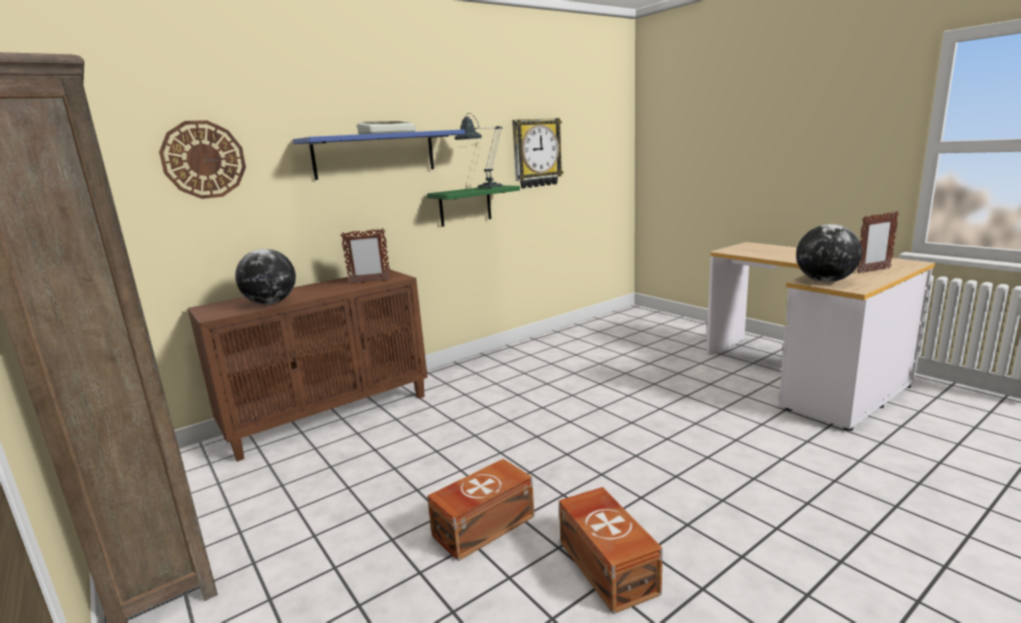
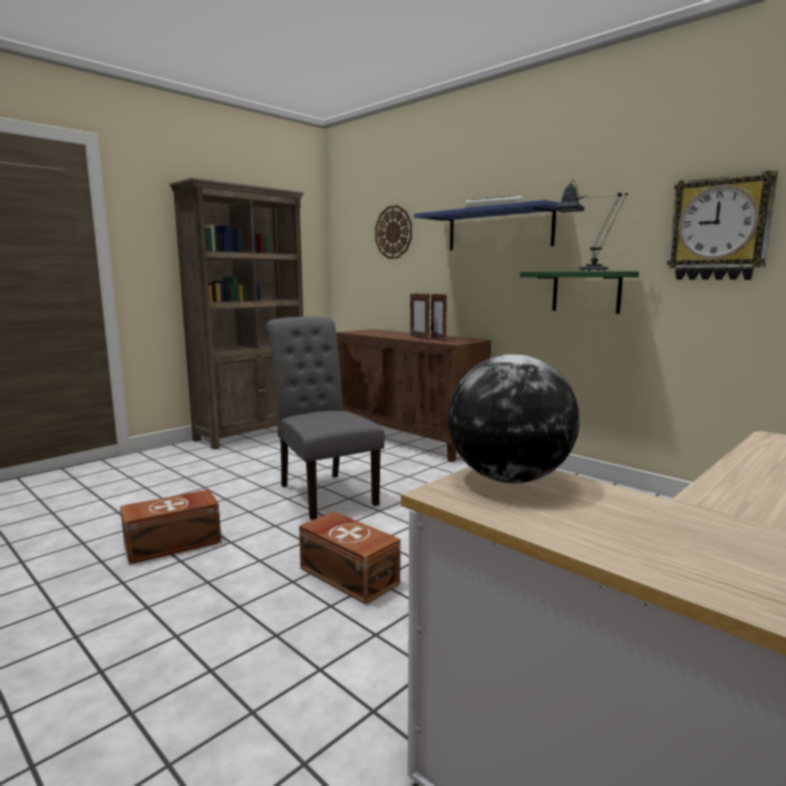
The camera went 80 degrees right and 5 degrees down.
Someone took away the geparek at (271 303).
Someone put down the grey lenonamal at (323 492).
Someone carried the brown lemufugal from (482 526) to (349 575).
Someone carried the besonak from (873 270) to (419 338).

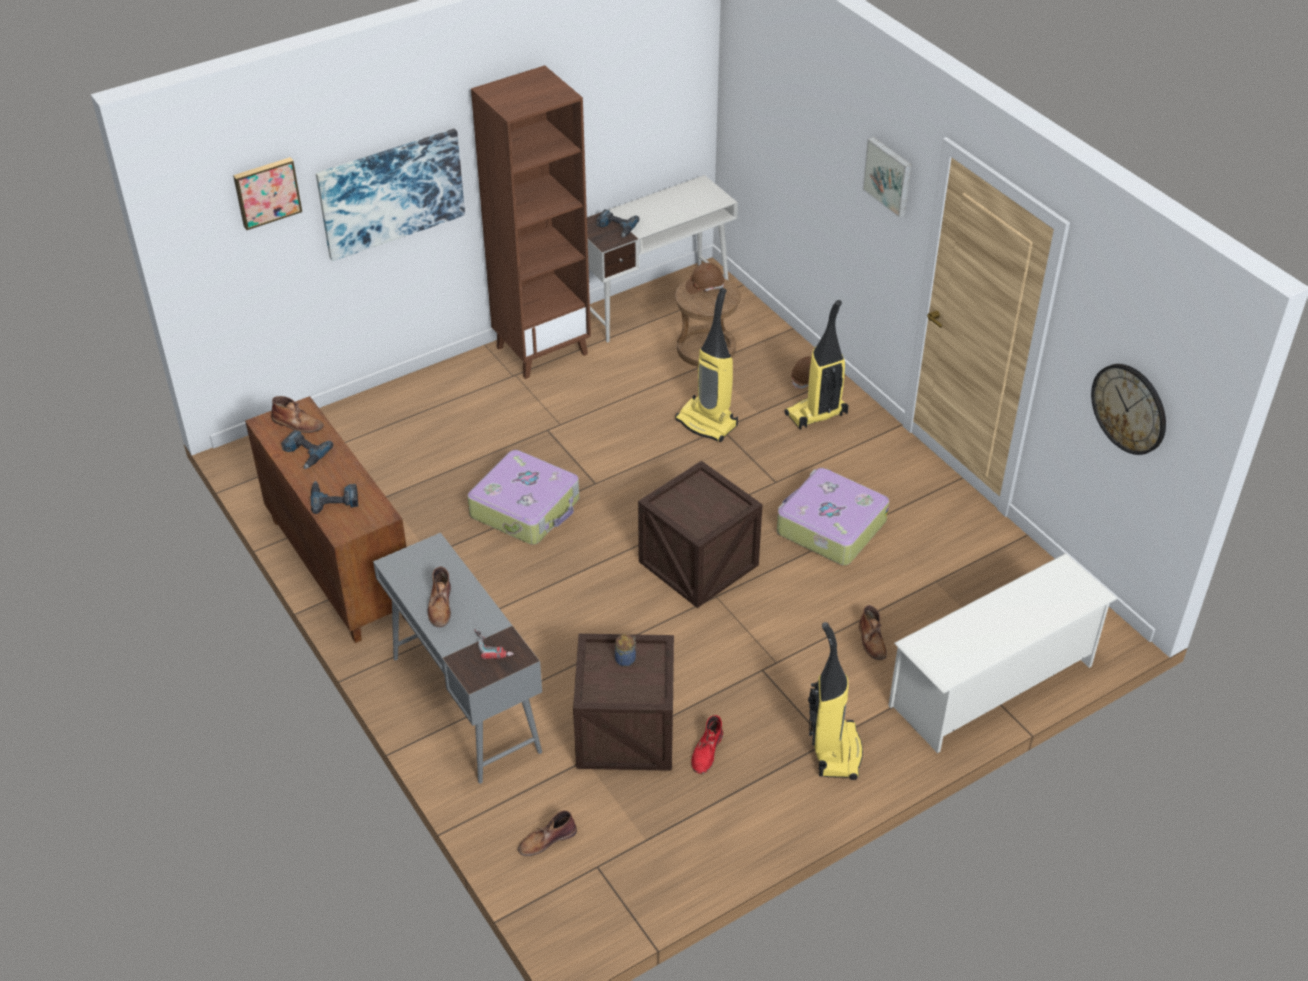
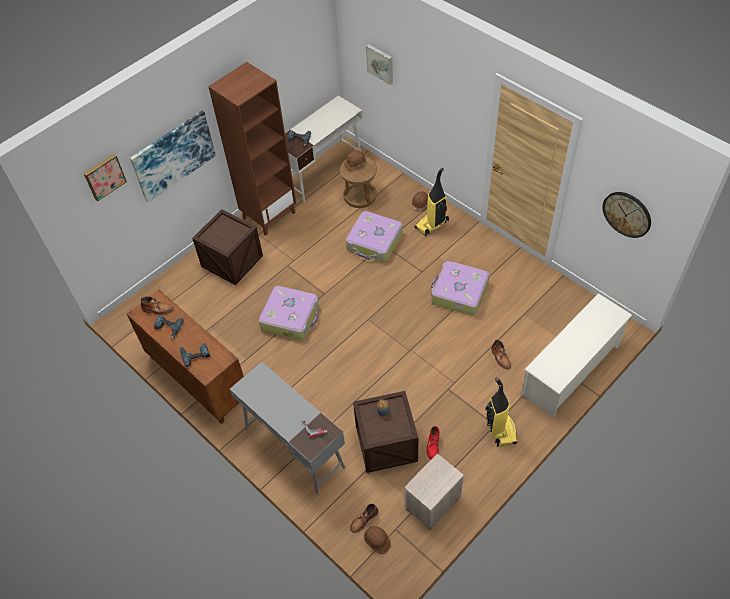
The camera went 10 degrees left and 10 degrees up.
Someone took away the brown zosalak at (440 606).
Someone put down the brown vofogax at (377 541).
Someone put down the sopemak at (432 502).
Someone carried the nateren from (698 563) to (232 261).
Someone carried the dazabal from (889 176) to (380 63).
Someone swapped the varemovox at (707 423) for the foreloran at (374 242).

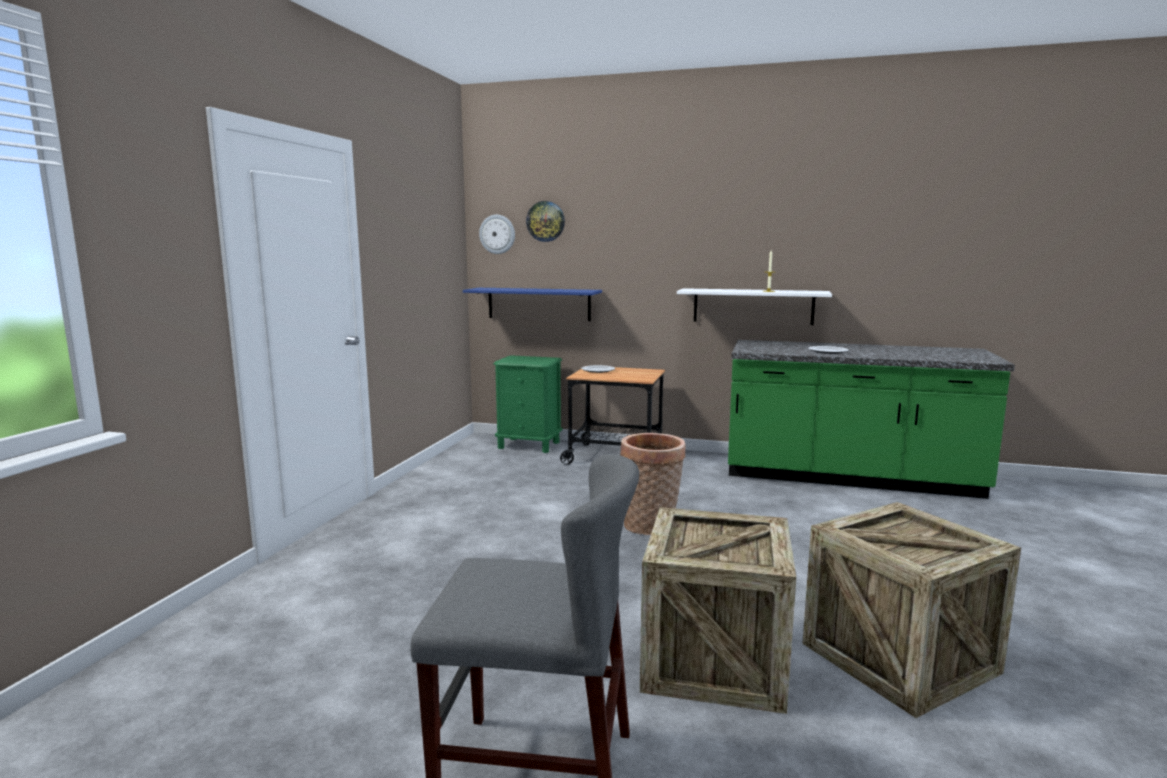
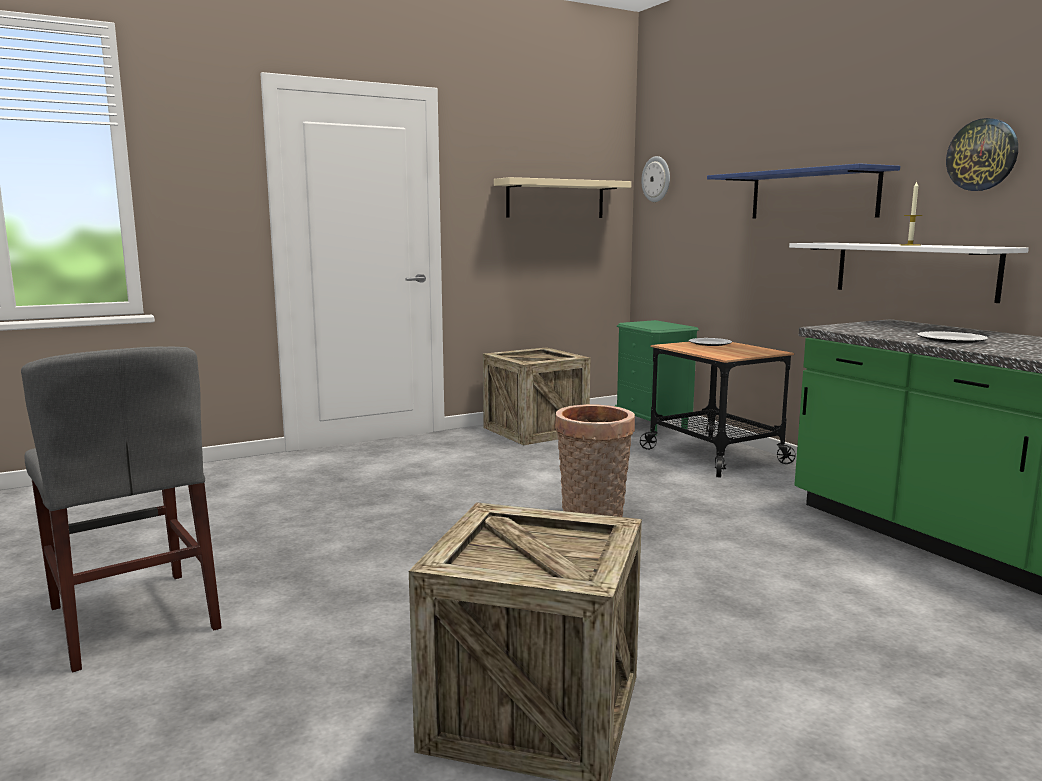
The camera went 45 degrees right and 0 degrees up.
Someone put up the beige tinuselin at (555 199).
Someone carried the blue tinuselin from (539 304) to (812 195).
Someone carried the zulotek from (545 221) to (982 155).
Someone carried the nateren from (714 660) to (535 430).

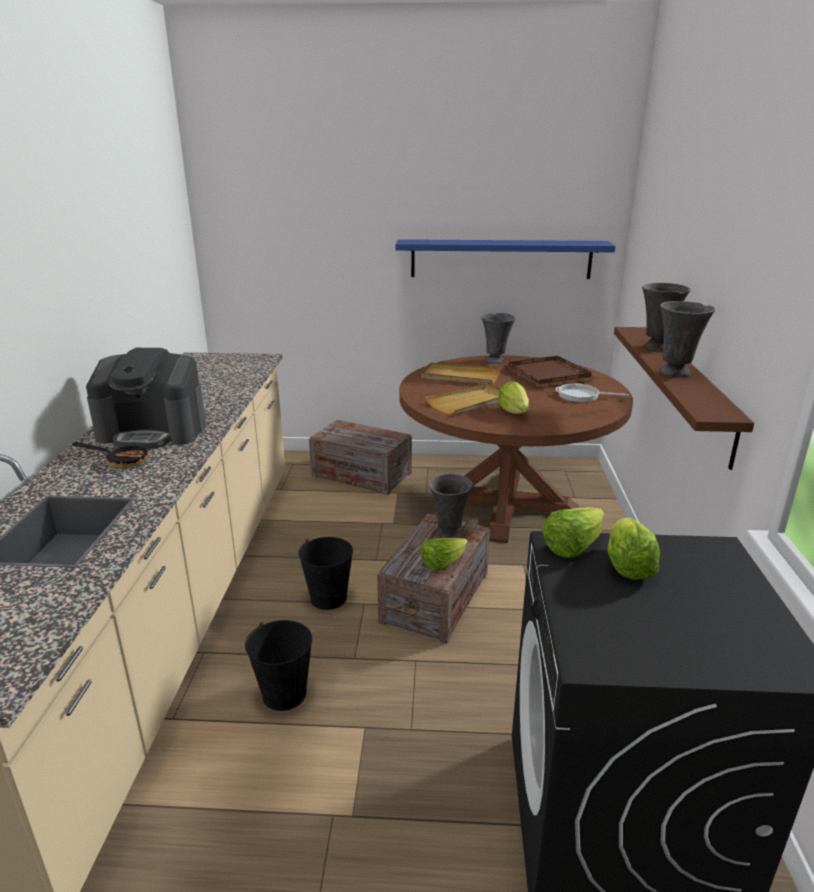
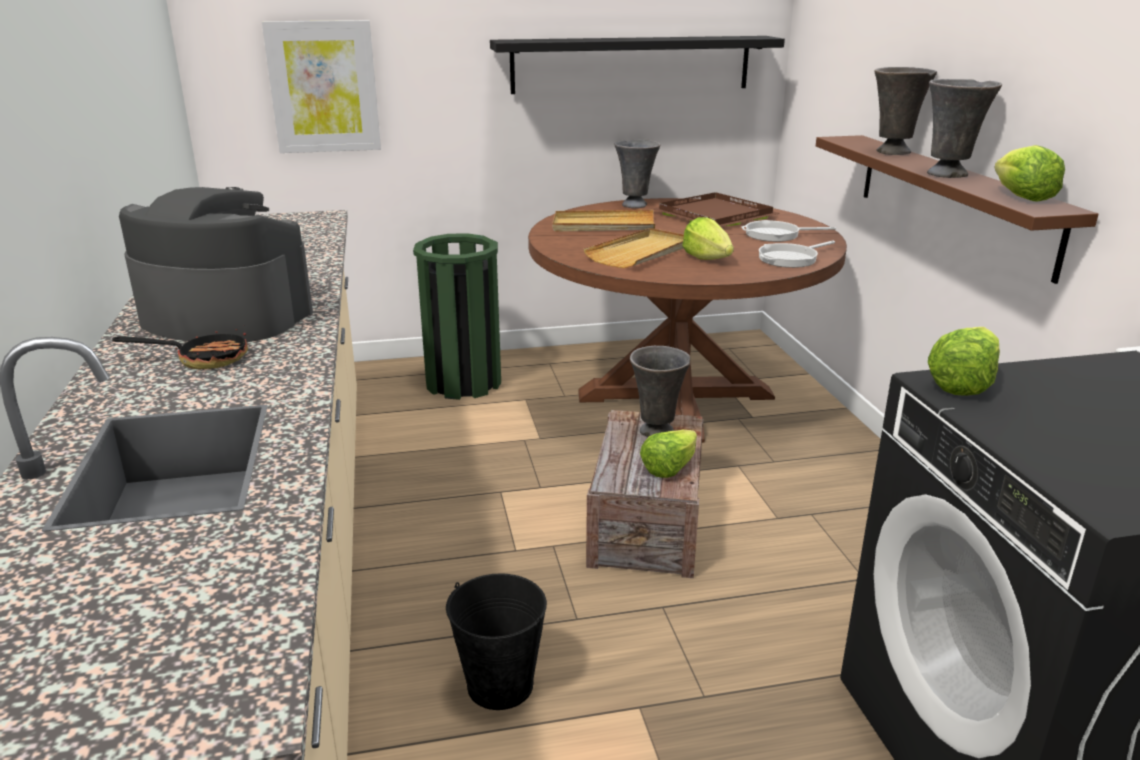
The camera went 15 degrees left and 0 degrees up.
Someone took away the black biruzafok at (328 597).
Someone put up the dazabal at (324 87).
Someone put down the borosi at (790 259).
Someone carried the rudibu from (627 566) to (1021 197).
Someone swapped the nateren at (362 475) for the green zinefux at (463 383).
Someone repainted the blue tinuselin at (501 259), which became the black tinuselin at (631 64).
Someone rotated the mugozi at (154 431) by 150 degrees counterclockwise.

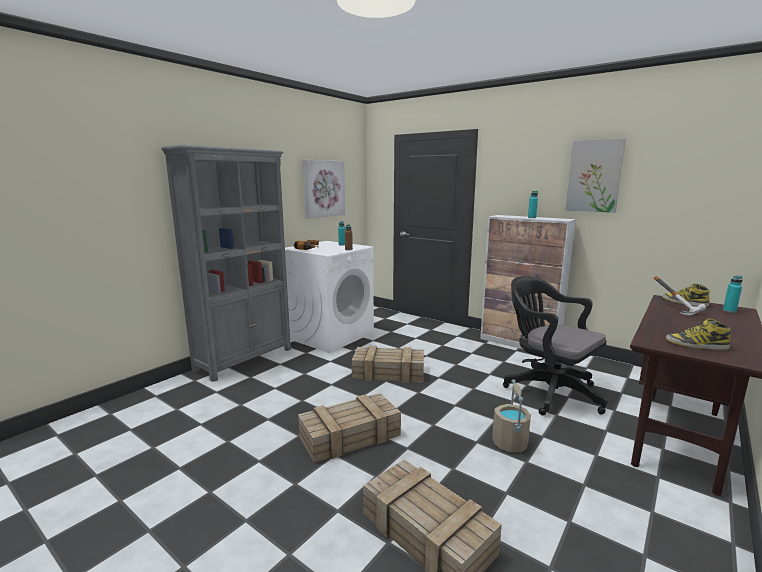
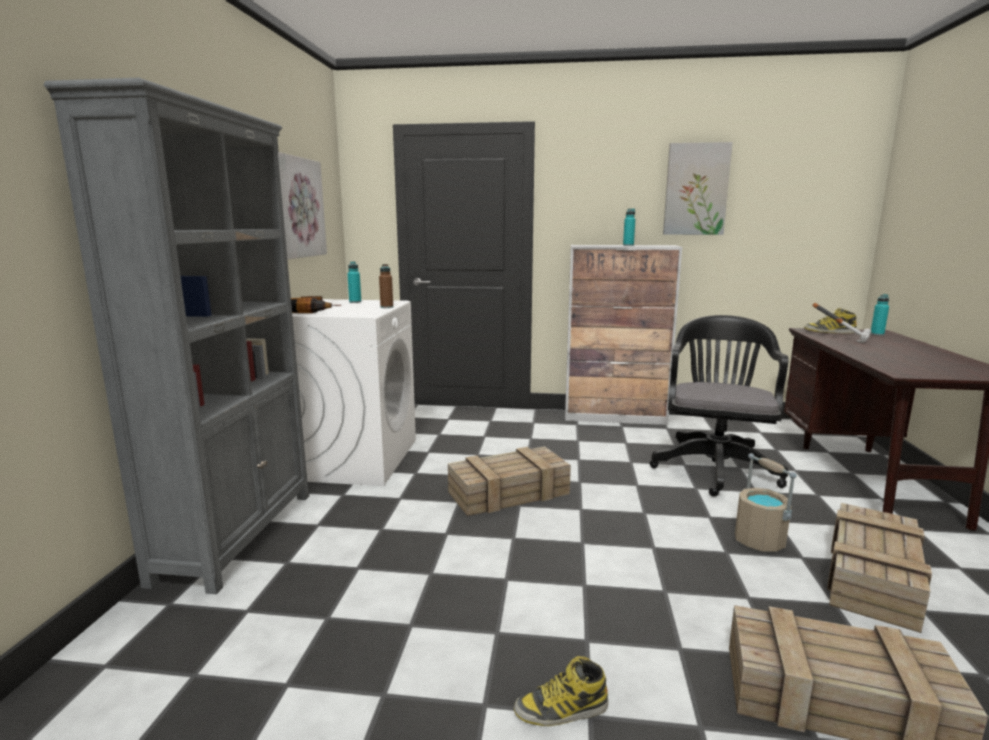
The camera went 30 degrees left and 0 degrees up.
Someone carried the nateren from (351 435) to (871 576).
Someone carried the zosalak from (696 345) to (561 710).
Someone rotated the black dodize at (548 391) by 90 degrees clockwise.

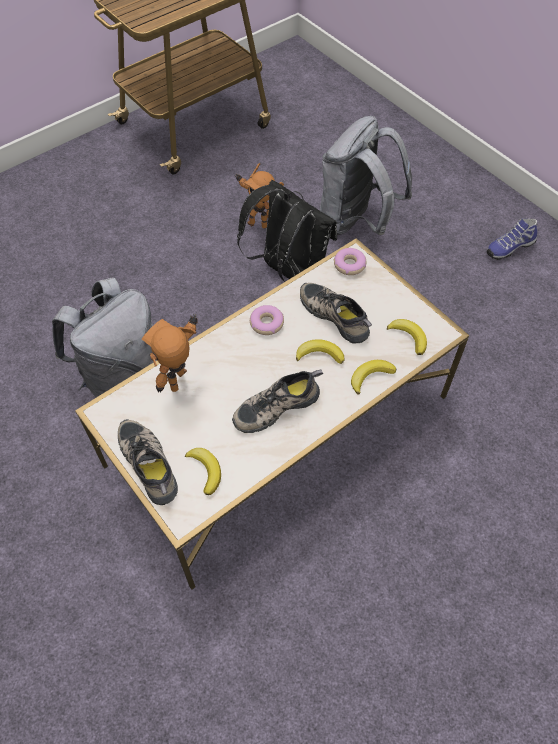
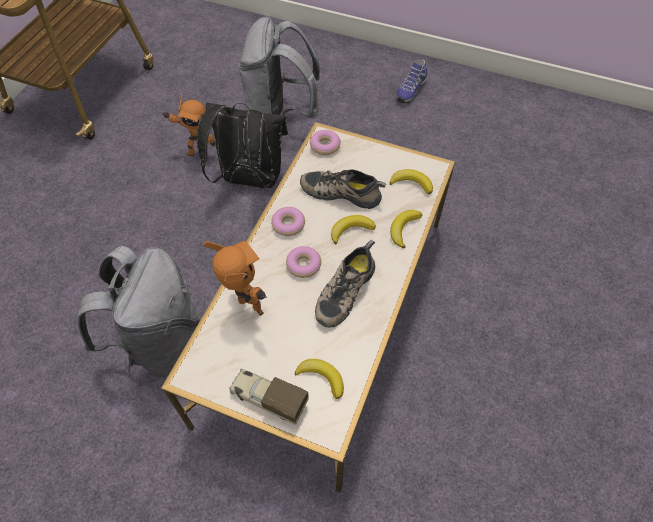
The camera went 30 degrees left and 0 degrees up.
Someone put down the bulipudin at (303 265).
Someone swapped the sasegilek at (150 464) for the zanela at (268 398).
Someone rotated the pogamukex at (183 382) by 135 degrees clockwise.

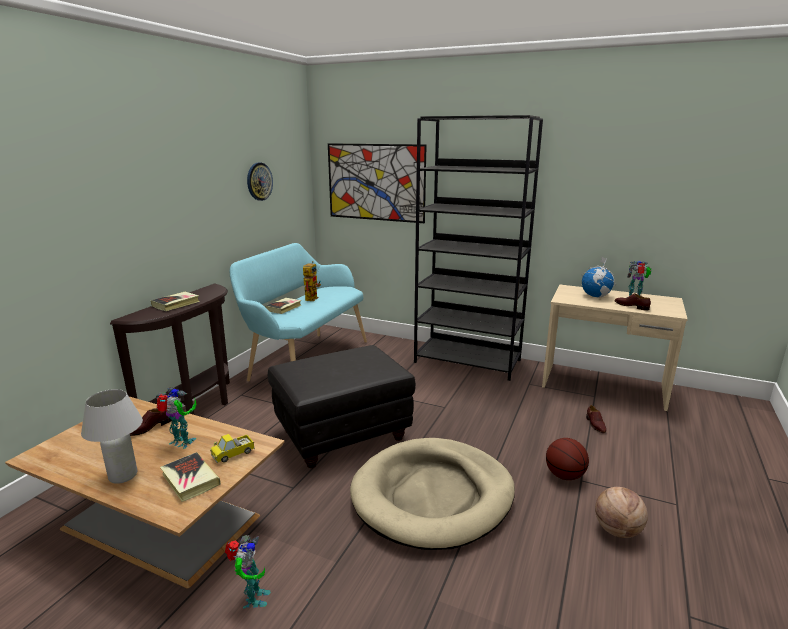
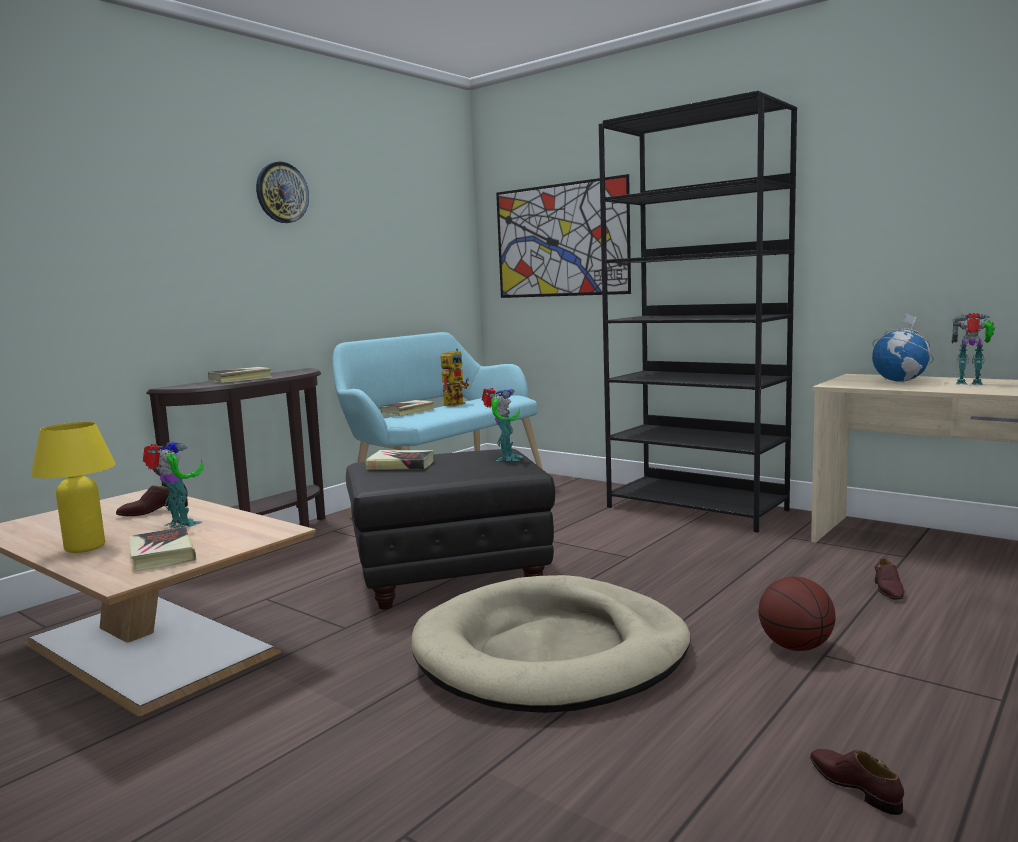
The camera went 15 degrees right and 10 degrees down.
Someone took away the zanela at (233 454).
Someone took away the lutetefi at (617 530).
Someone put down the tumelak at (400 465).
Someone carried the pogamukex from (253 599) to (505 458).
Someone carried the zulotek from (259 181) to (282 192).
Someone carried the brown sasegilek from (631 306) to (854 786).
Someone repainted the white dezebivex at (123 476), which became the yellow dezebivex at (85 547).

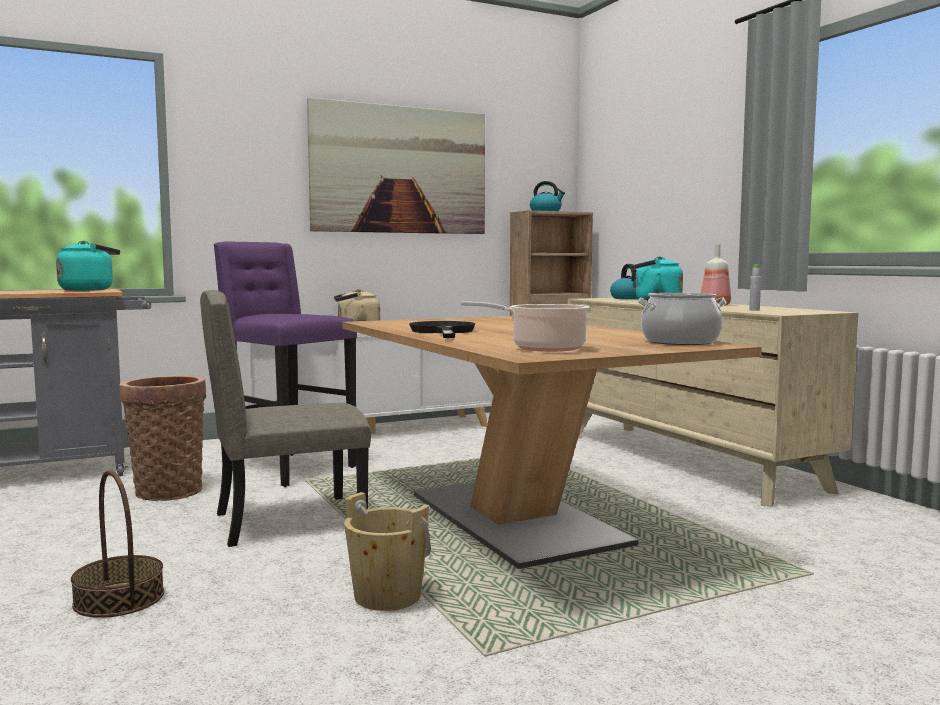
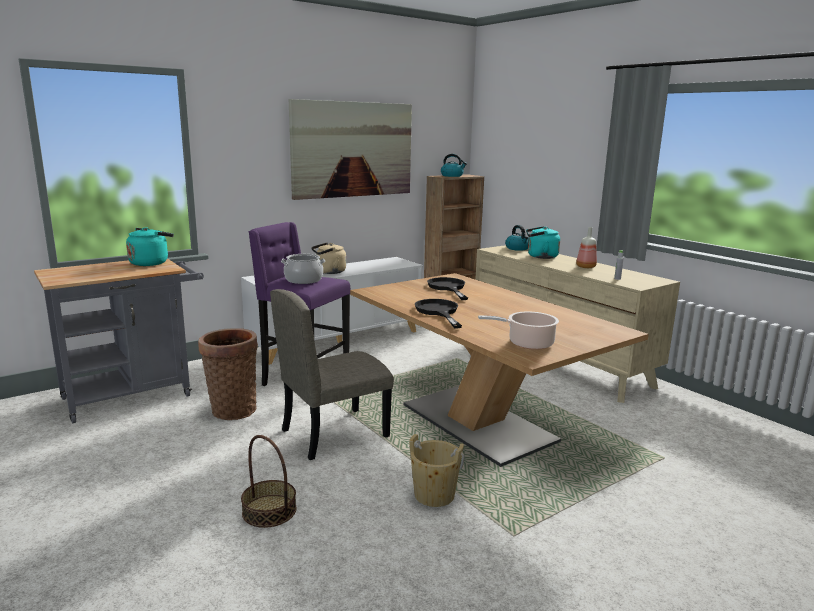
The camera went 10 degrees left and 10 degrees up.
Someone put down the black borosi at (448 288).
Someone carried the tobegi from (680 342) to (304 280).

